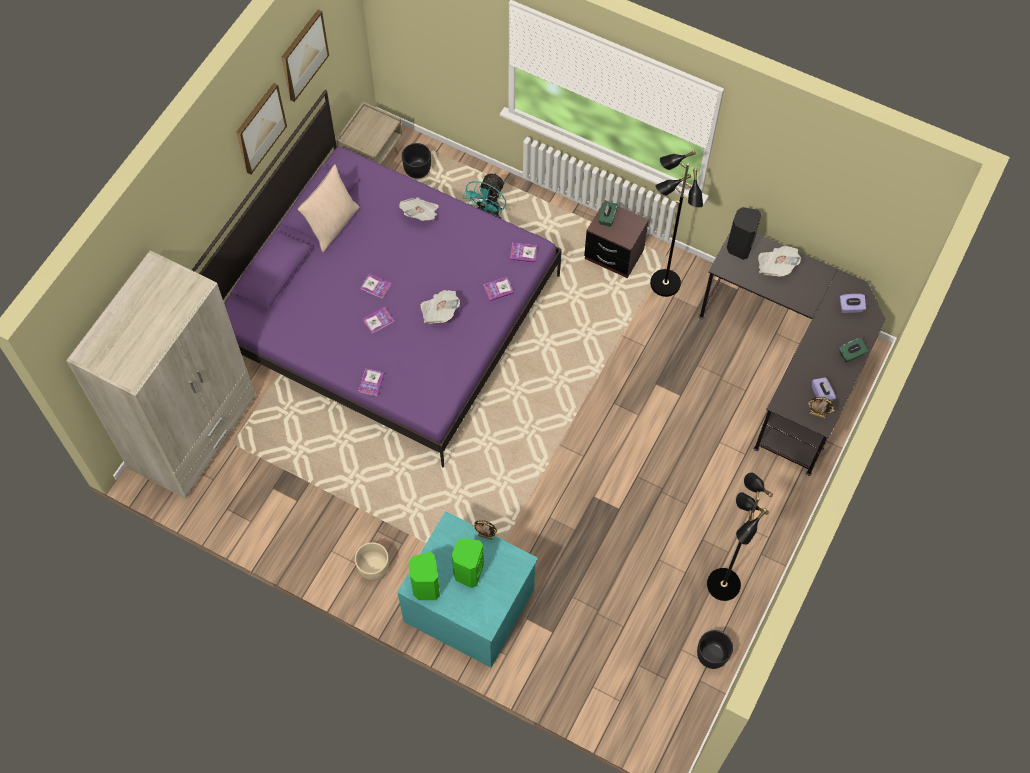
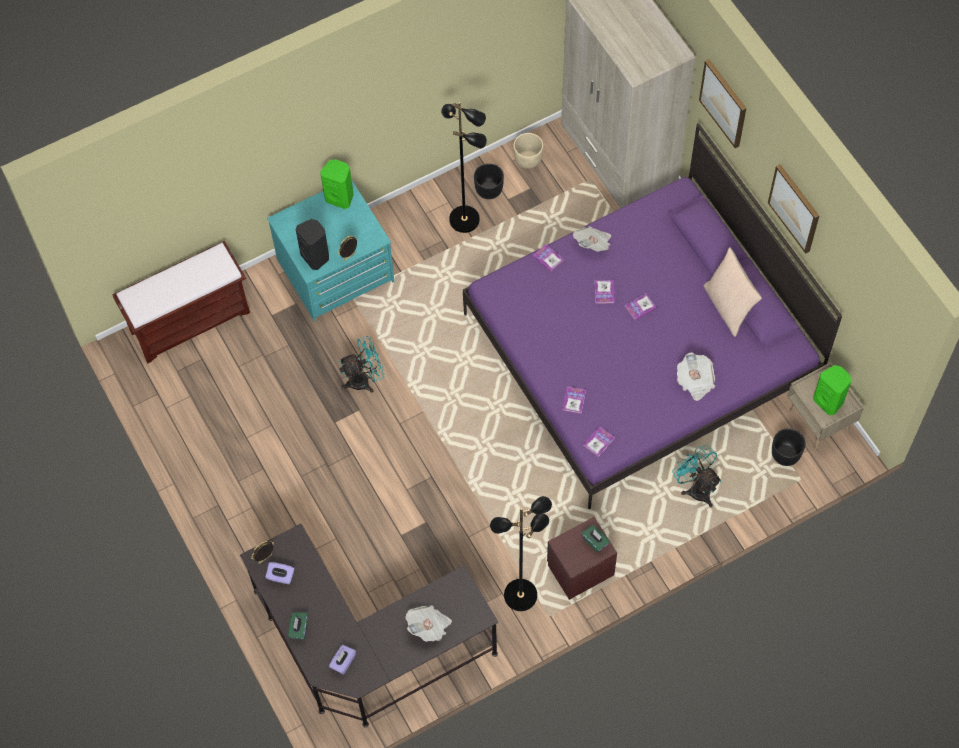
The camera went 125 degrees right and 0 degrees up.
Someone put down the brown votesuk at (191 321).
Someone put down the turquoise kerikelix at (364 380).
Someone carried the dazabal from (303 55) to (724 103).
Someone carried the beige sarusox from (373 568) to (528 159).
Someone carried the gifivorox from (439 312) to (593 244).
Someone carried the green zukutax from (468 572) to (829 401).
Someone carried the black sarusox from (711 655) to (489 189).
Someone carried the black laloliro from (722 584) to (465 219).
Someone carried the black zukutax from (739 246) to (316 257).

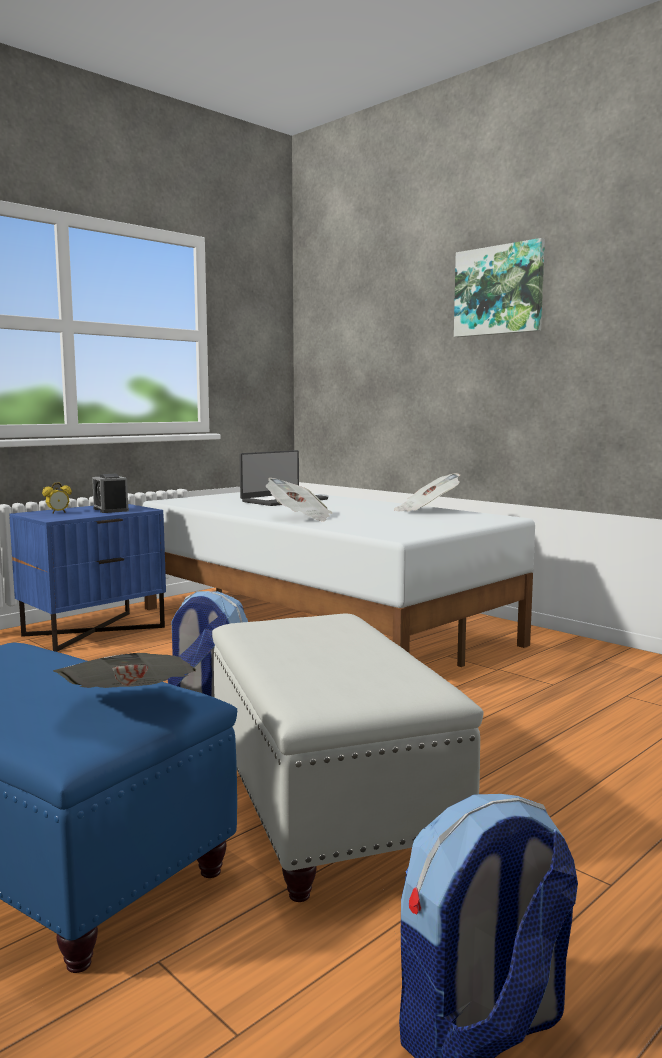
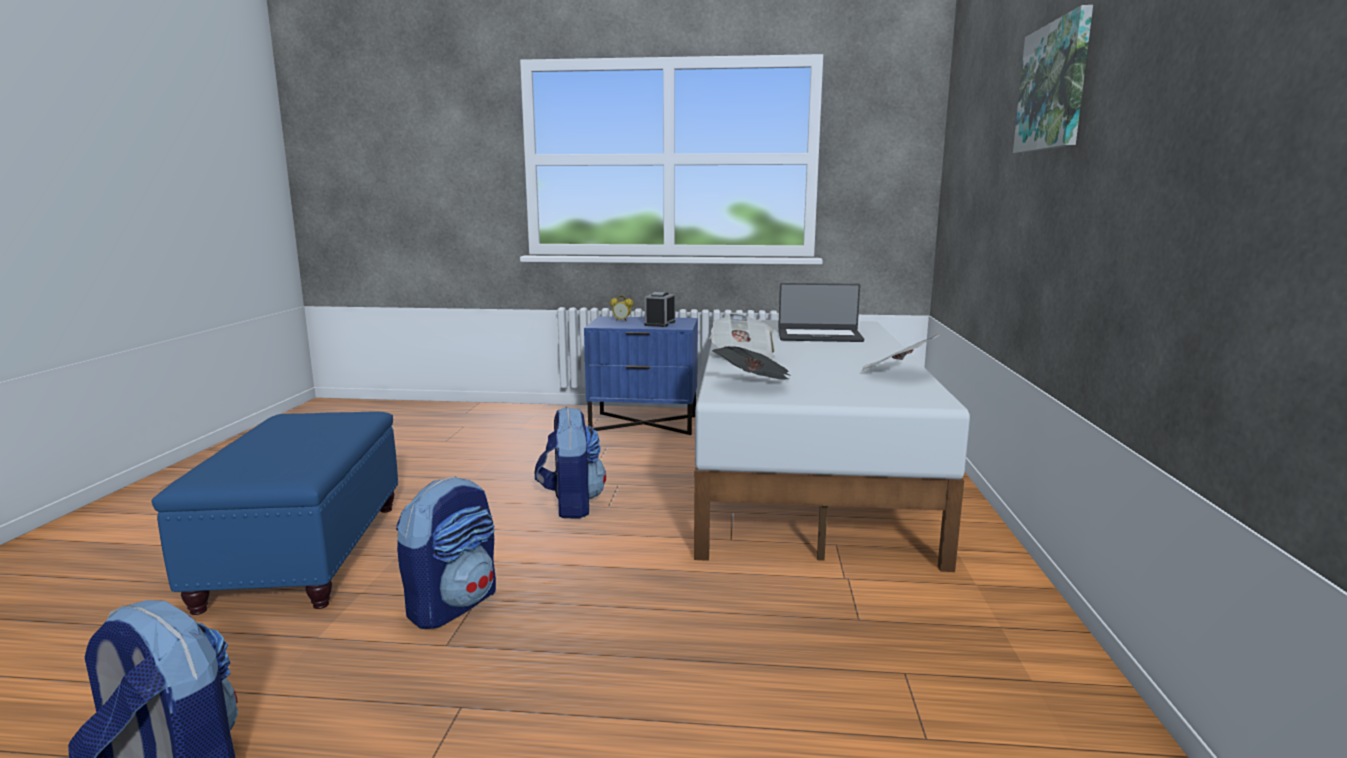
The camera went 50 degrees right and 5 degrees up.
Someone carried the gifivorox from (130 708) to (754 385).
Someone swapped the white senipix at (326 802) for the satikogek at (453 604).

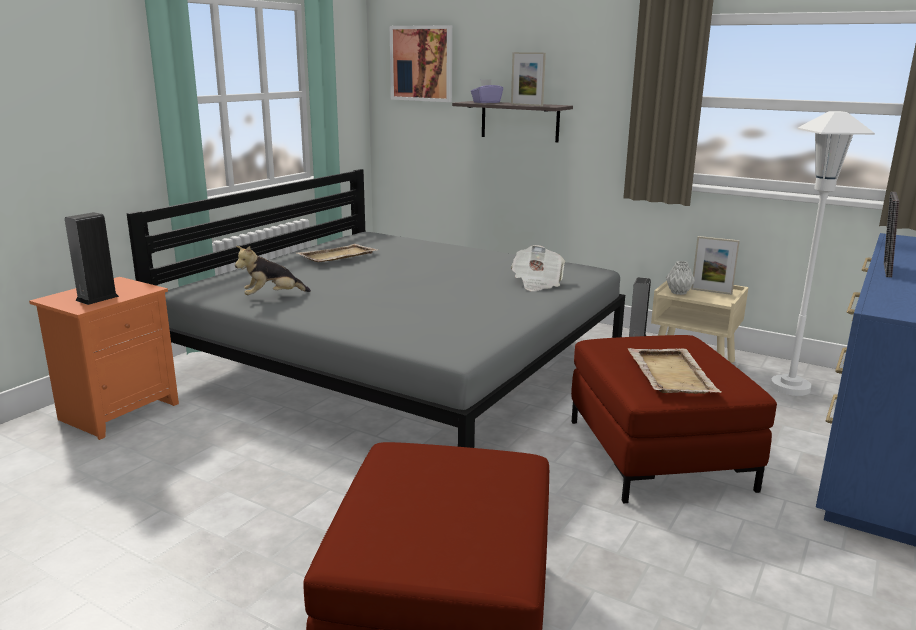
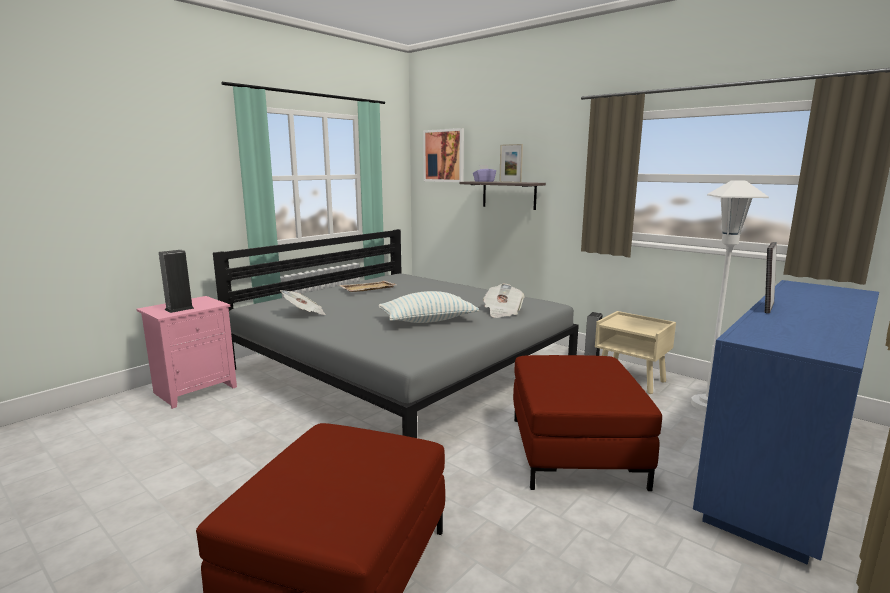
The camera went 10 degrees right and 5 degrees down.
Someone took away the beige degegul at (670 373).
Someone took away the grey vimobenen at (678 293).
Someone took away the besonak at (711 291).
Someone put down the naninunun at (428 321).
Someone swapped the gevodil at (272 297) for the gifivorox at (305 314).
Someone repainted the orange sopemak at (119 411), which became the pink sopemak at (195 389).

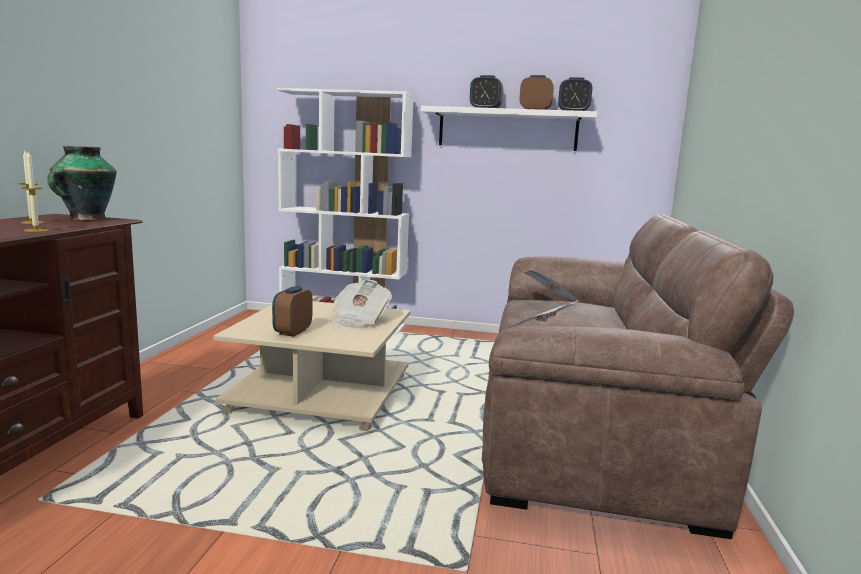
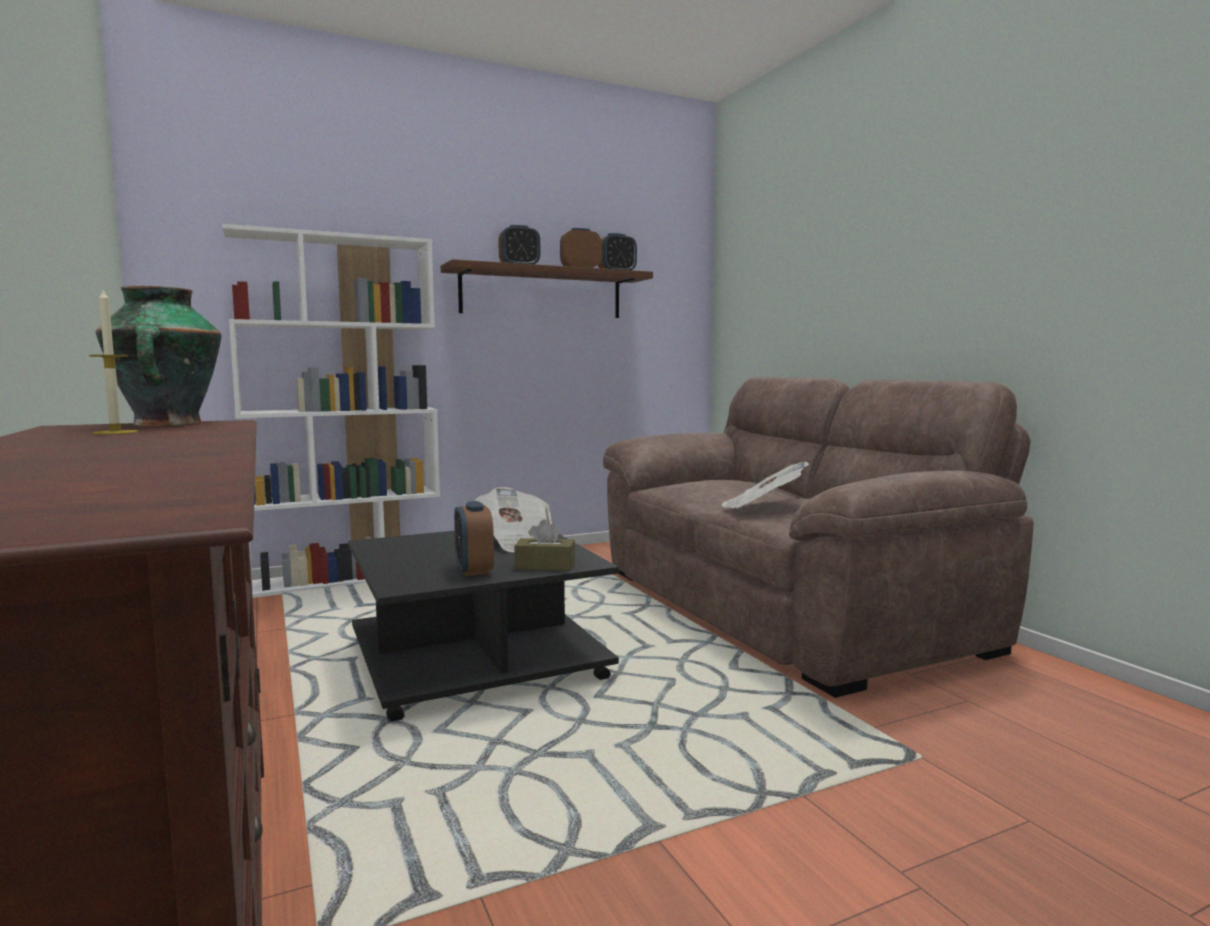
The camera went 35 degrees left and 5 degrees down.
Someone took away the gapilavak at (36 230).
Someone took away the gifivorox at (552 302).
Someone put down the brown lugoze at (545 566).
Someone repainted the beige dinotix at (322 394), which became the black dinotix at (479 660).
Someone repainted the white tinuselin at (507 130), which became the brown tinuselin at (542 293).

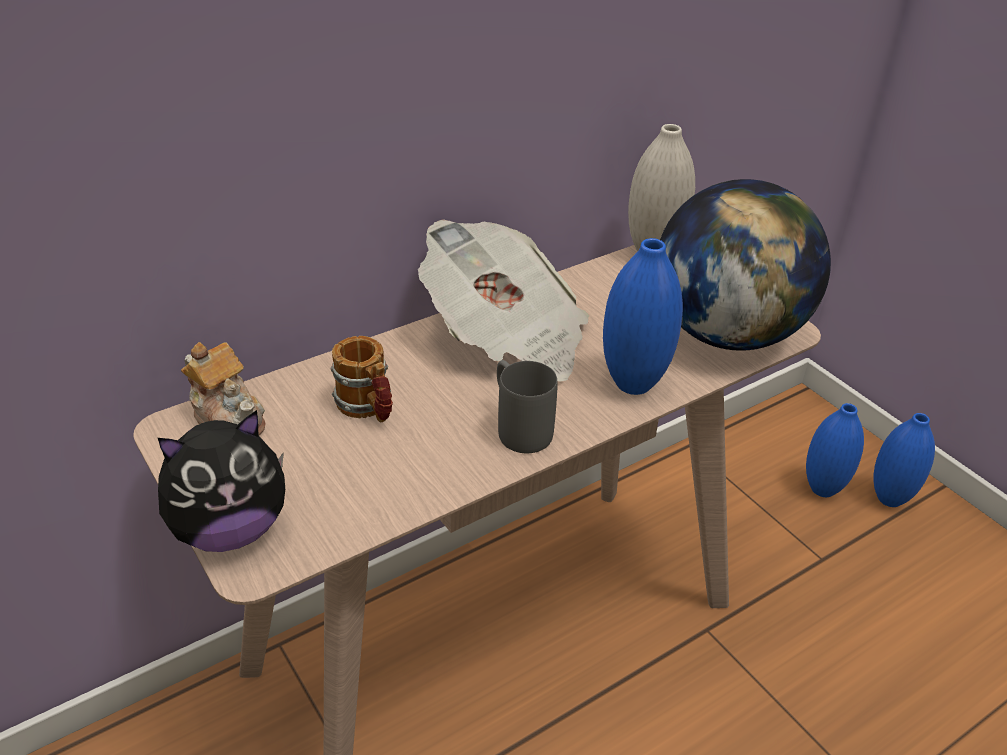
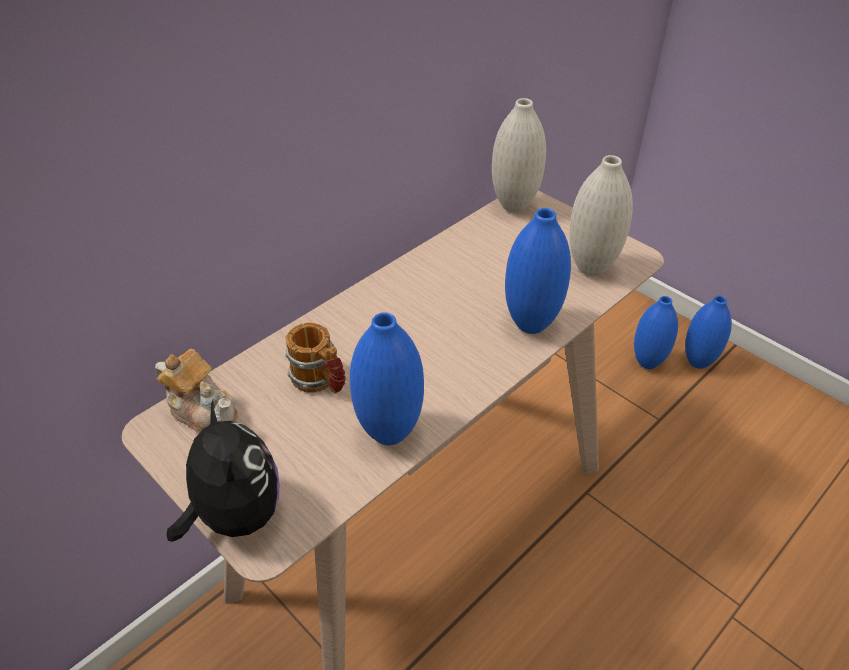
The camera went 10 degrees left and 5 degrees up.
Someone took away the gifivorox at (506 337).
Someone took away the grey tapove at (518 427).
Someone put down the blue vimobenen at (389 432).
Someone swapped the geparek at (726 333) for the white vimobenen at (591 268).
Someone rotated the gevodil at (230 529) by 75 degrees counterclockwise.

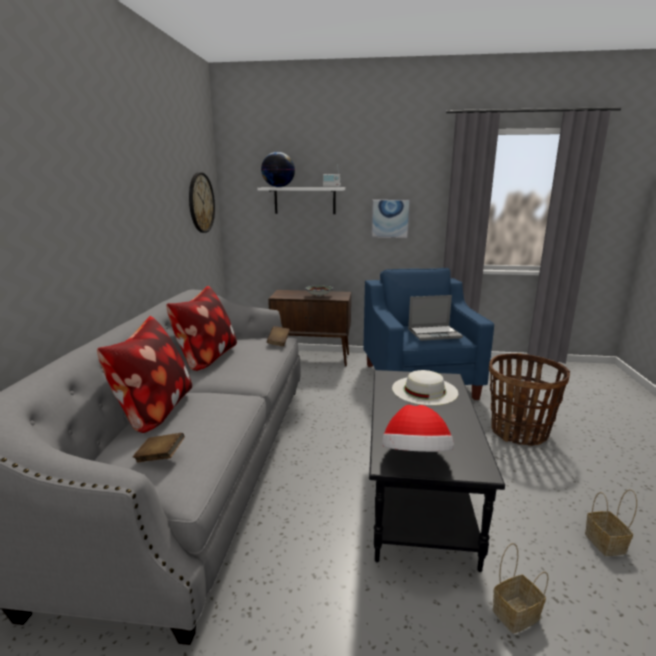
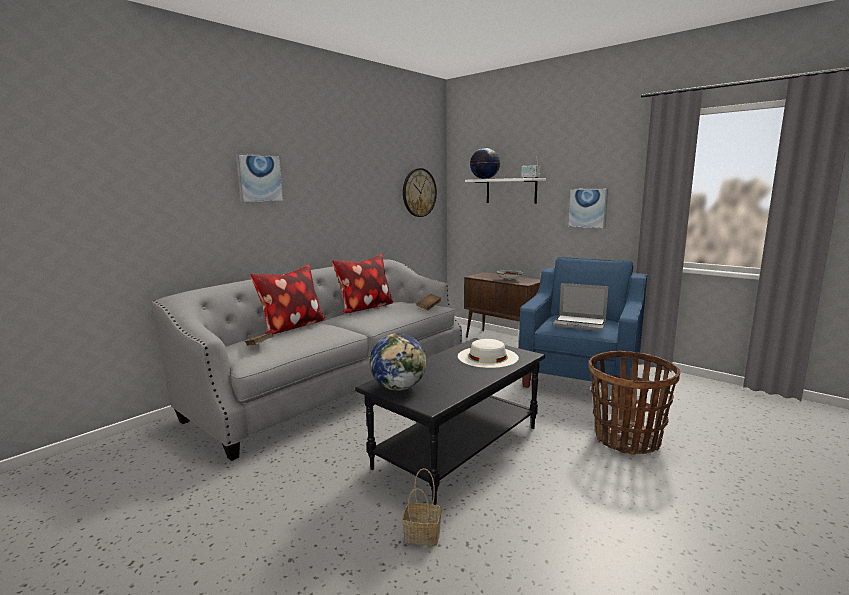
The camera went 35 degrees right and 5 degrees down.
Someone took away the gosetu at (606 544).
Someone put up the dazabal at (259 178).
Someone swapped the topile at (415 458) for the geparek at (399 388).

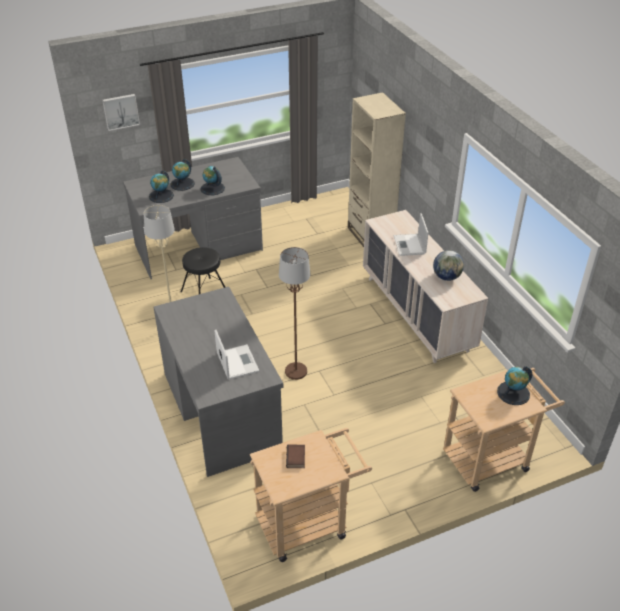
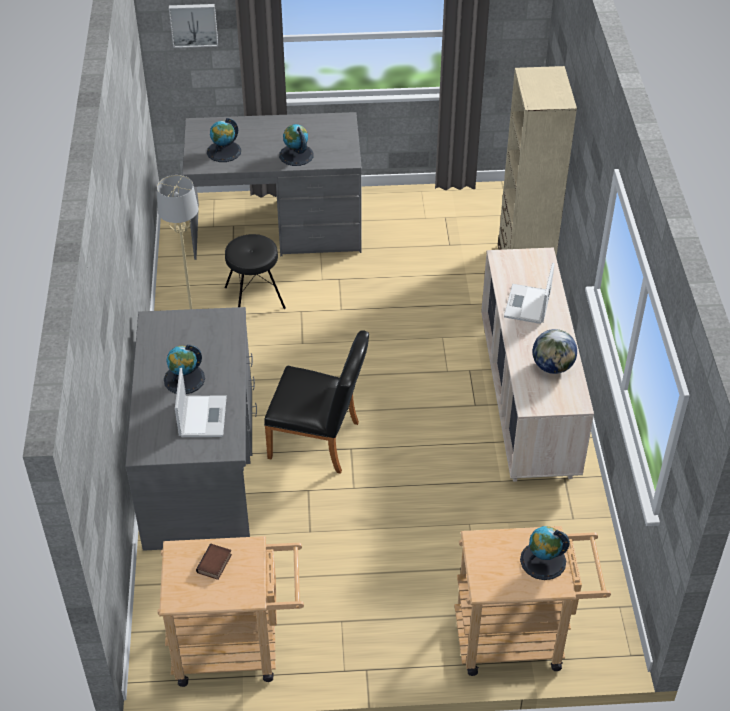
The camera went 20 degrees right and 5 degrees up.
Someone carried the geparek from (182 184) to (184 379).
Someone swapped the brown laloliro at (296 371) for the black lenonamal at (320 441).

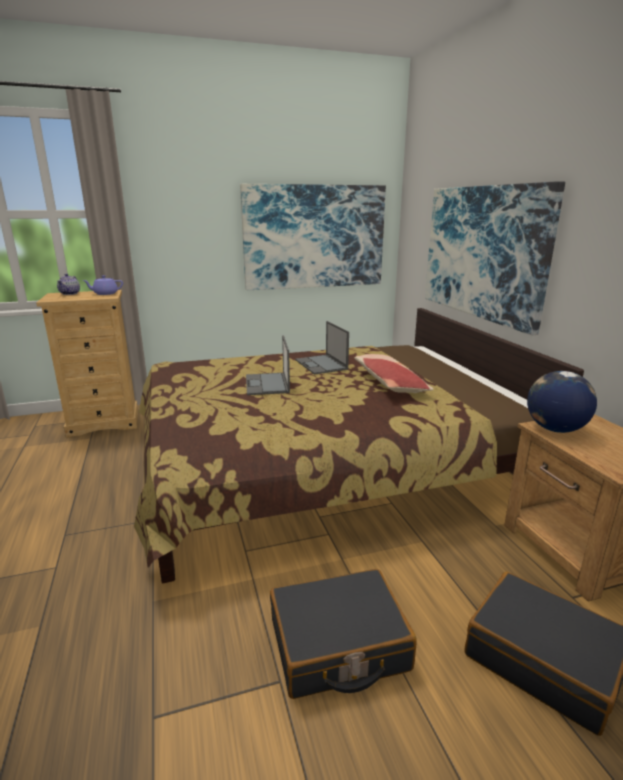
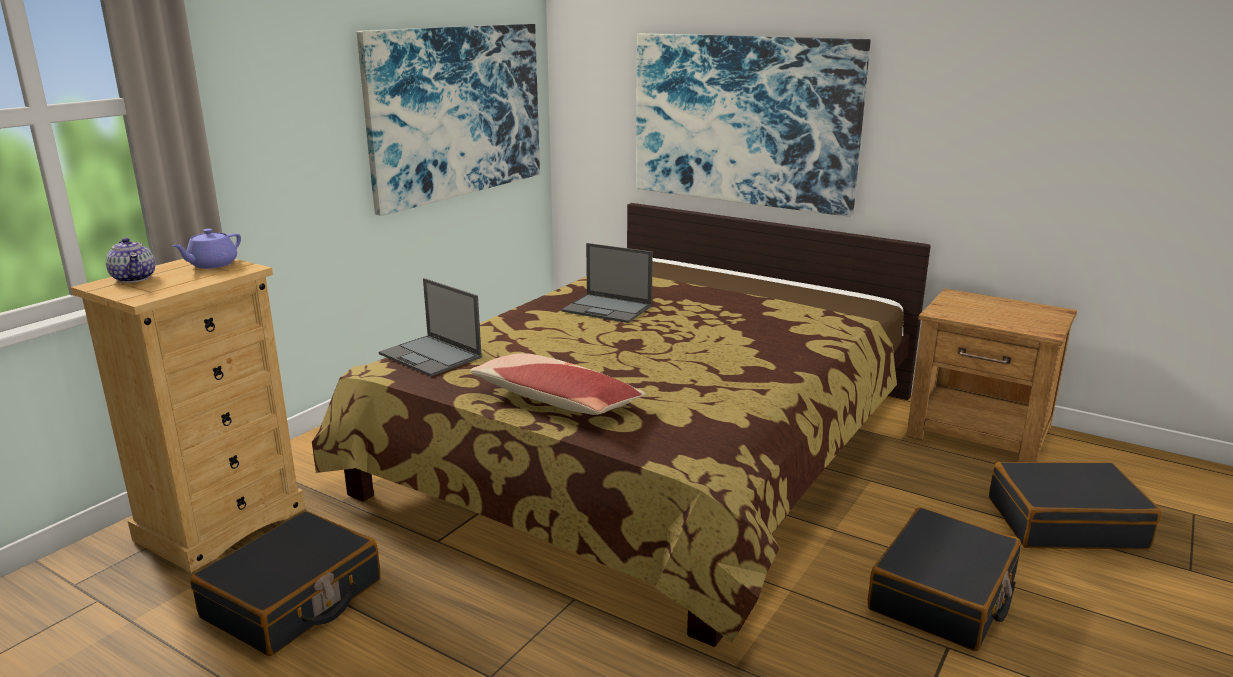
The camera went 40 degrees left and 0 degrees up.
Someone took away the geparek at (554 429).
Someone put down the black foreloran at (293 600).
Someone carried the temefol from (267 384) to (431 356).
Someone carried the naninunun from (389 383) to (555 400).

